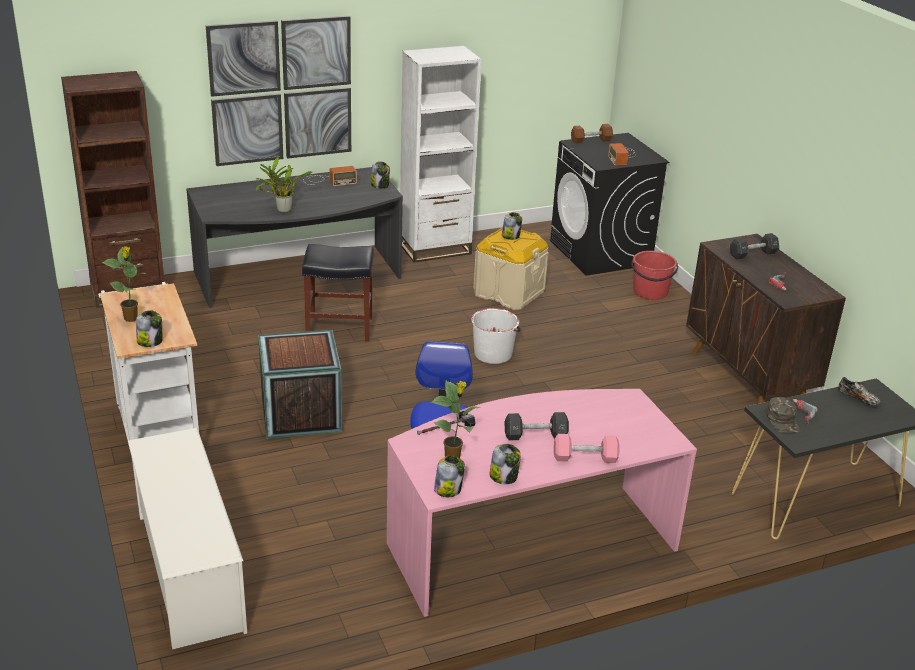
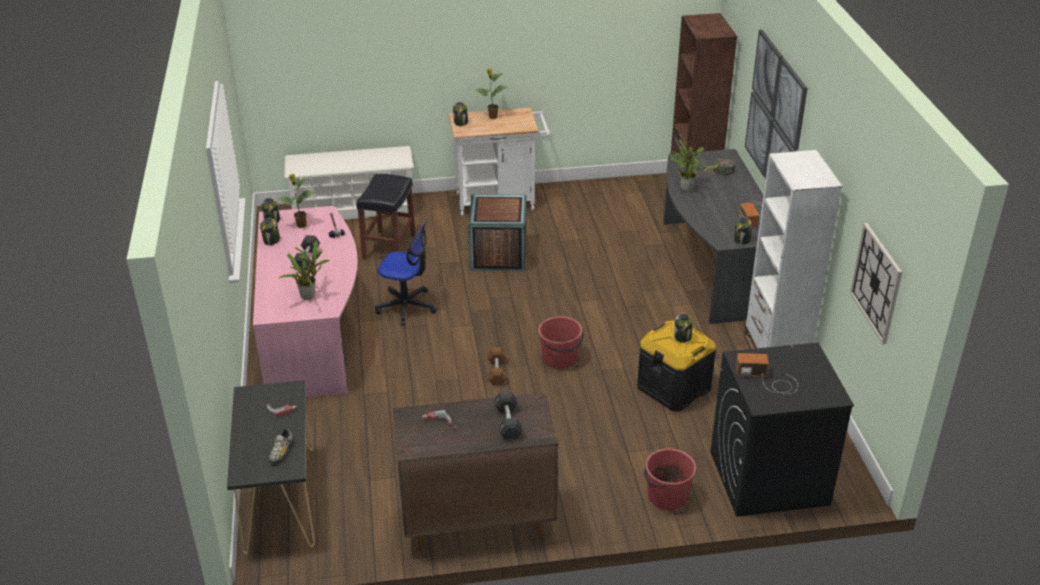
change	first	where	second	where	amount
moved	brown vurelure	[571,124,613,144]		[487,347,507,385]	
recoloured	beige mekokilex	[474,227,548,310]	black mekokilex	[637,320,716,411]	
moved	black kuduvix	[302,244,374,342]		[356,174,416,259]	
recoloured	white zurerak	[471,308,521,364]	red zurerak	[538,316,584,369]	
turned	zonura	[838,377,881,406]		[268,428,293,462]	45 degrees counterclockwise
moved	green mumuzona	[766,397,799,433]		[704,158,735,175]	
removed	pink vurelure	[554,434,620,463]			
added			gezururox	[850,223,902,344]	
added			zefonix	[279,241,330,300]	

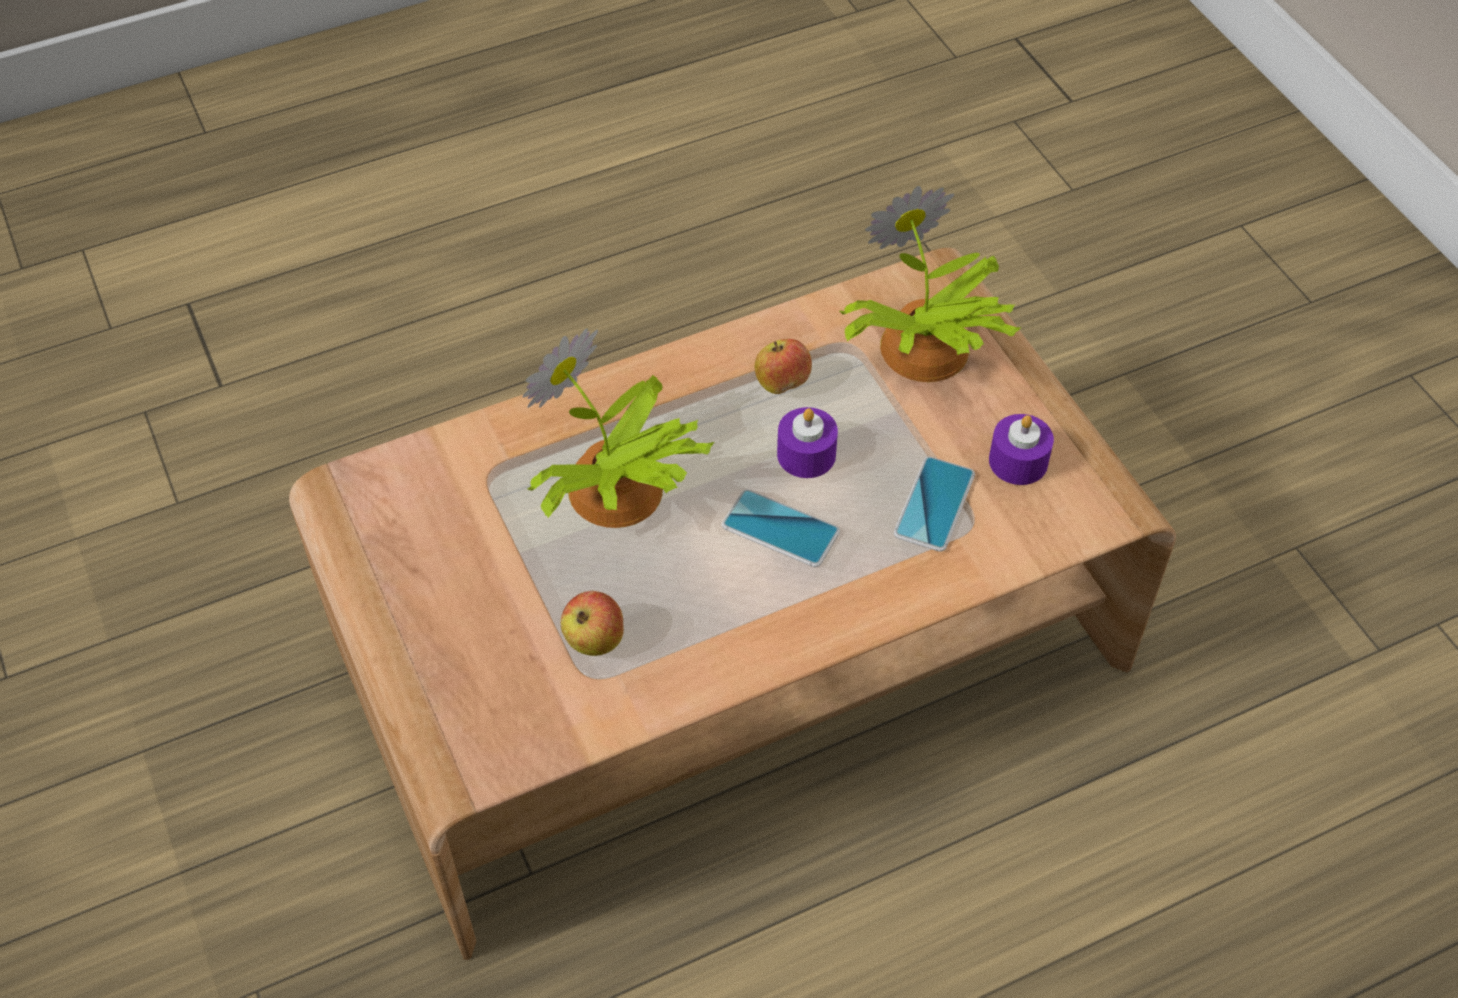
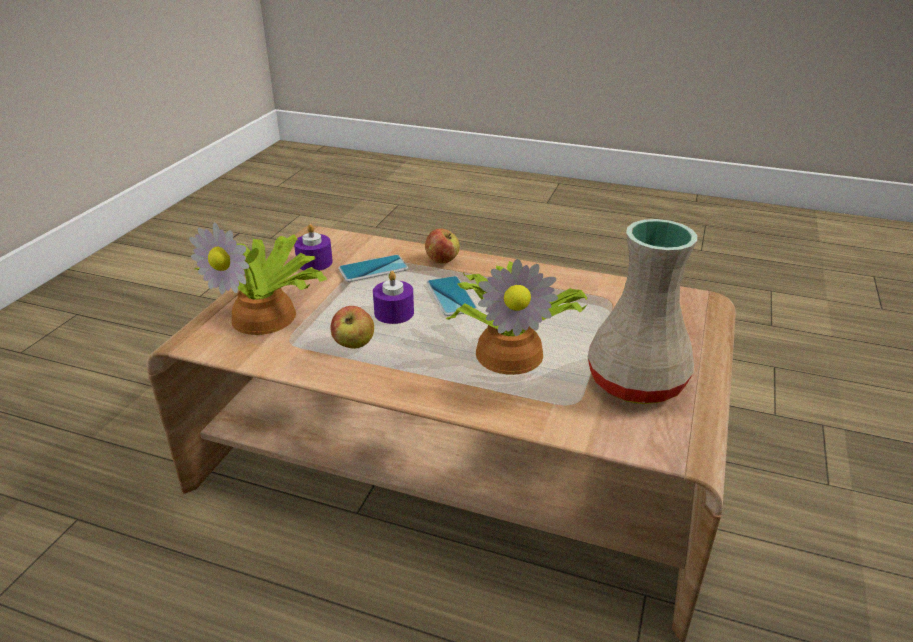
change	first	where	second	where	amount
moved	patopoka	[561,591,624,656]		[425,229,460,263]	
added			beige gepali	[588,219,697,404]	

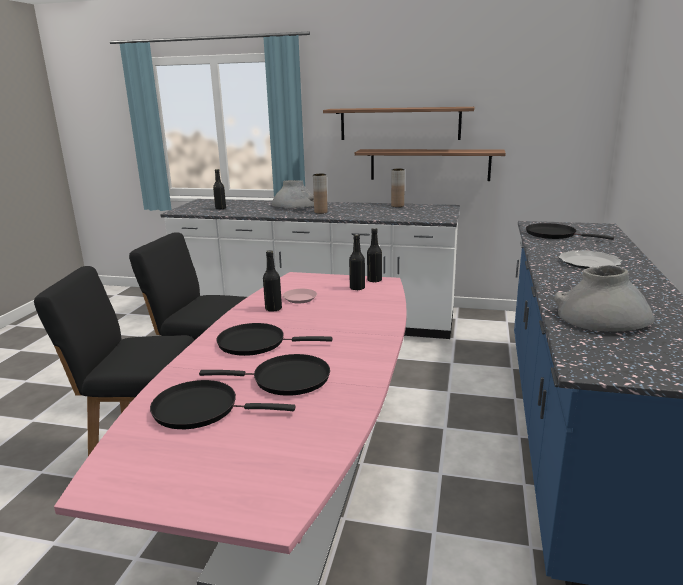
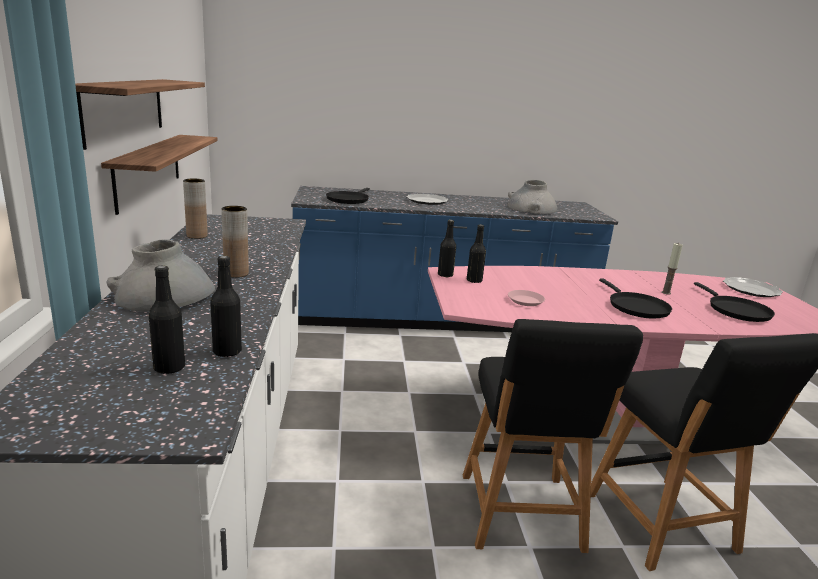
change	first	where	second	where	amount
moved	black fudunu	[263,250,282,312]		[210,256,242,357]	
replaced	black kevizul	[199,354,330,396]	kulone	[662,243,683,295]	
added			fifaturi	[723,277,783,297]	

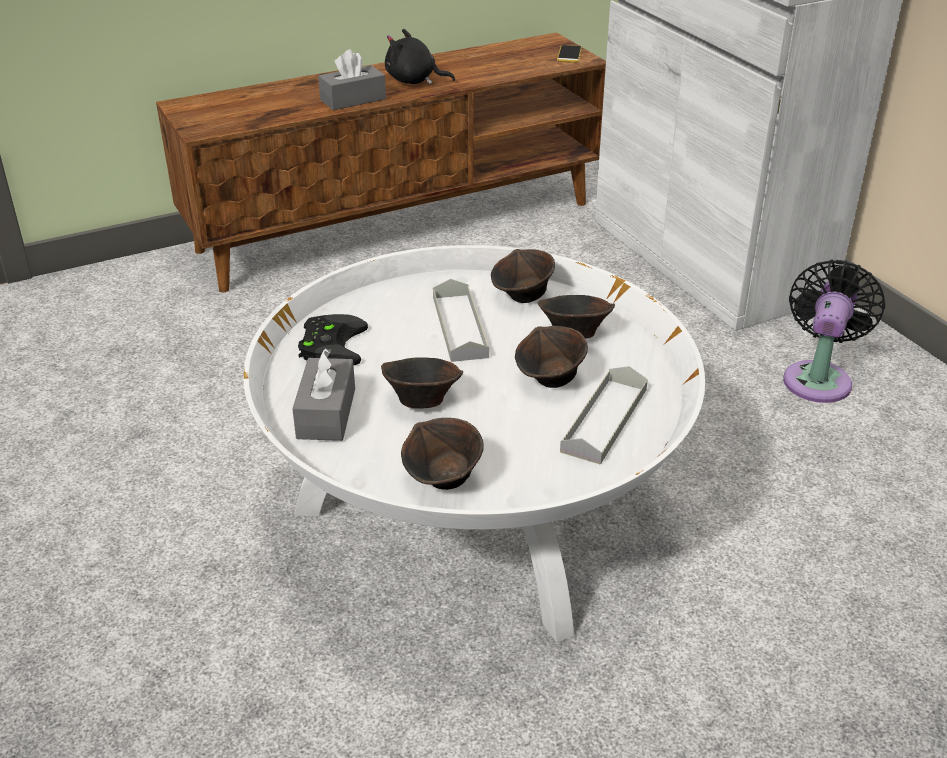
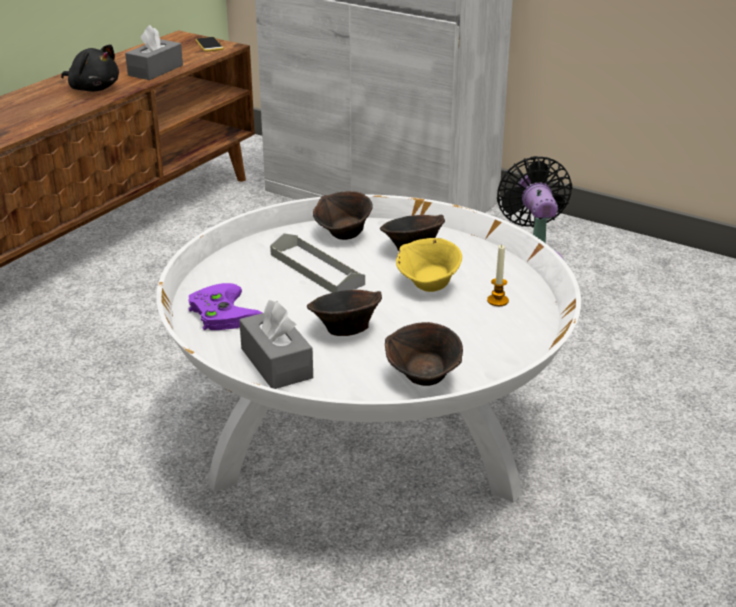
change	first	where	second	where	amount
turned	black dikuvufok	[385,29,455,84]		[61,44,119,92]	135 degrees counterclockwise
moved	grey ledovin	[318,49,386,110]		[125,25,183,80]	
recoloured	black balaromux	[298,314,368,366]	purple balaromux	[188,283,262,331]	
recoloured	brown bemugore	[515,326,588,388]	yellow bemugore	[396,238,462,292]	
replaced	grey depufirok	[560,366,648,465]	kulone	[487,245,509,306]	

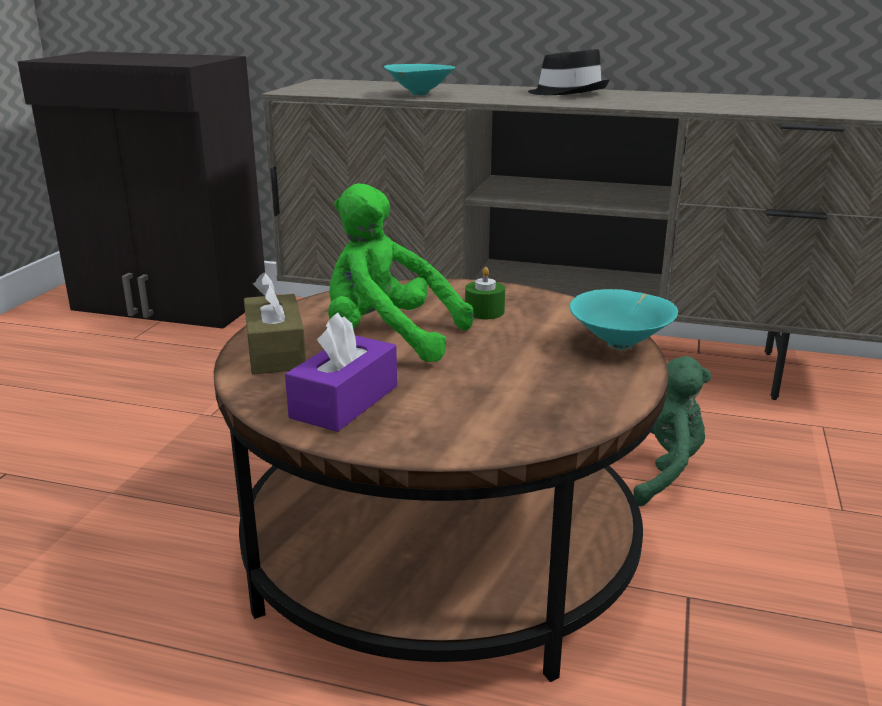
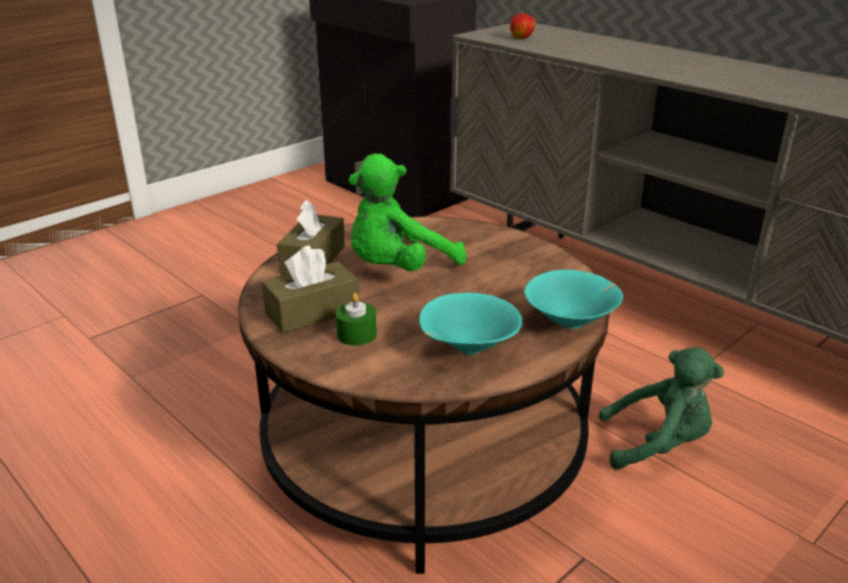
change	first	where	second	where	amount
removed	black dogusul	[528,49,610,95]			
moved	turquoise bemugore	[384,64,455,95]		[419,293,522,355]	
turned	green dikuvufok	[328,183,473,362]		[348,154,467,271]	90 degrees counterclockwise
moved	green kulone	[465,267,505,319]		[336,293,377,346]	
recoloured	purple ledovin	[285,313,397,432]	brown ledovin	[262,245,359,333]	
added			patopoka	[510,13,536,38]	

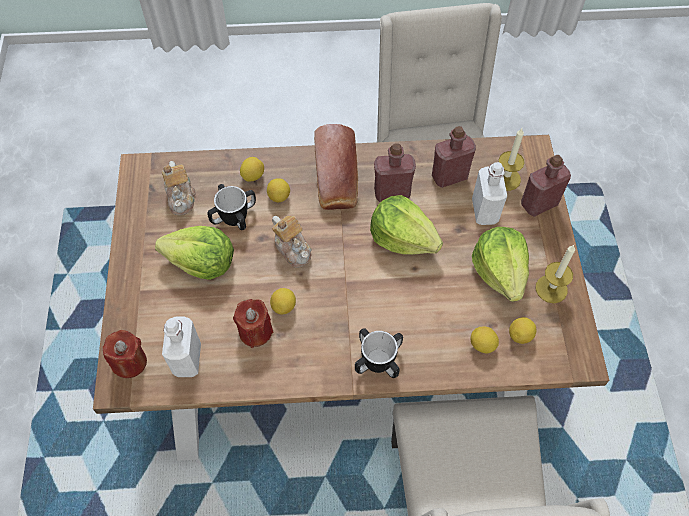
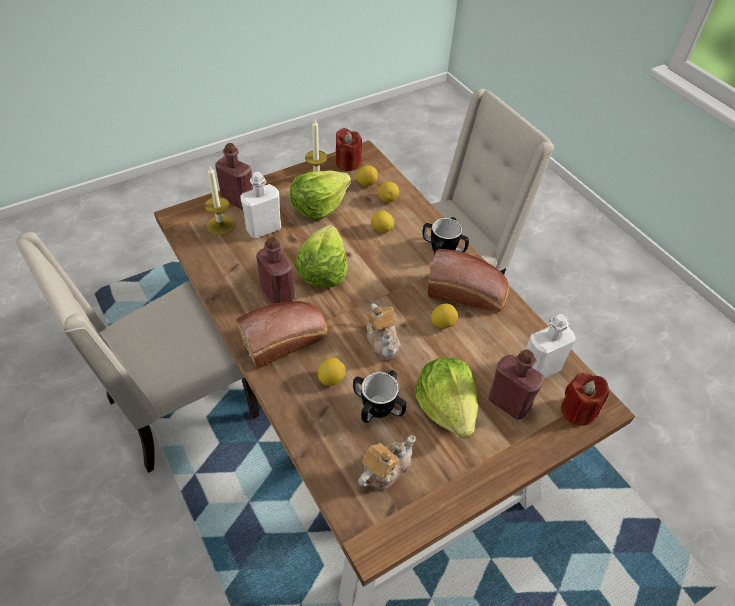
change	first	where	second	where	amount
moved	red fudunu	[432,126,476,188]		[489,349,545,420]	
moved	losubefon	[240,157,264,181]		[371,210,394,233]	
turned	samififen	[272,216,312,268]		[367,304,401,361]	135 degrees clockwise
moved	red kulone	[233,299,273,348]		[336,128,362,171]	
added			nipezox	[428,249,509,312]	

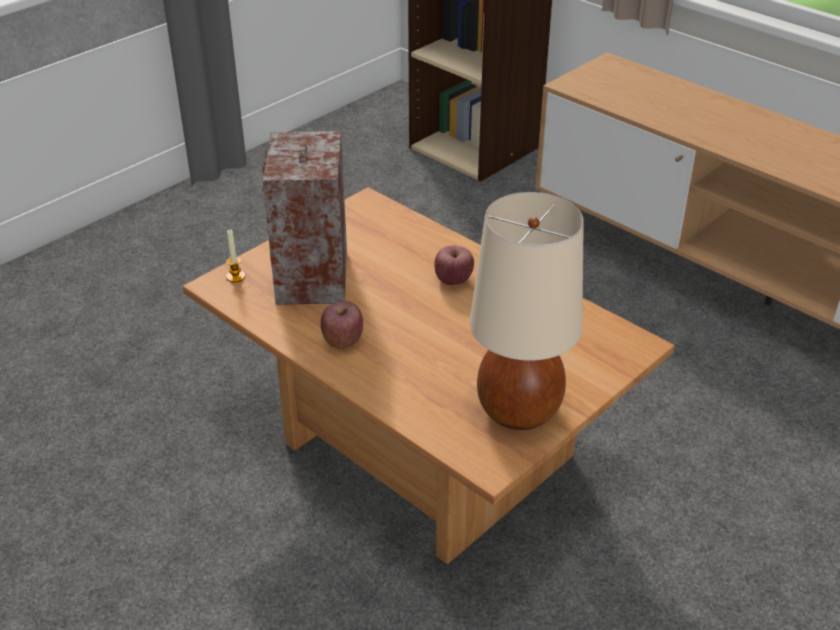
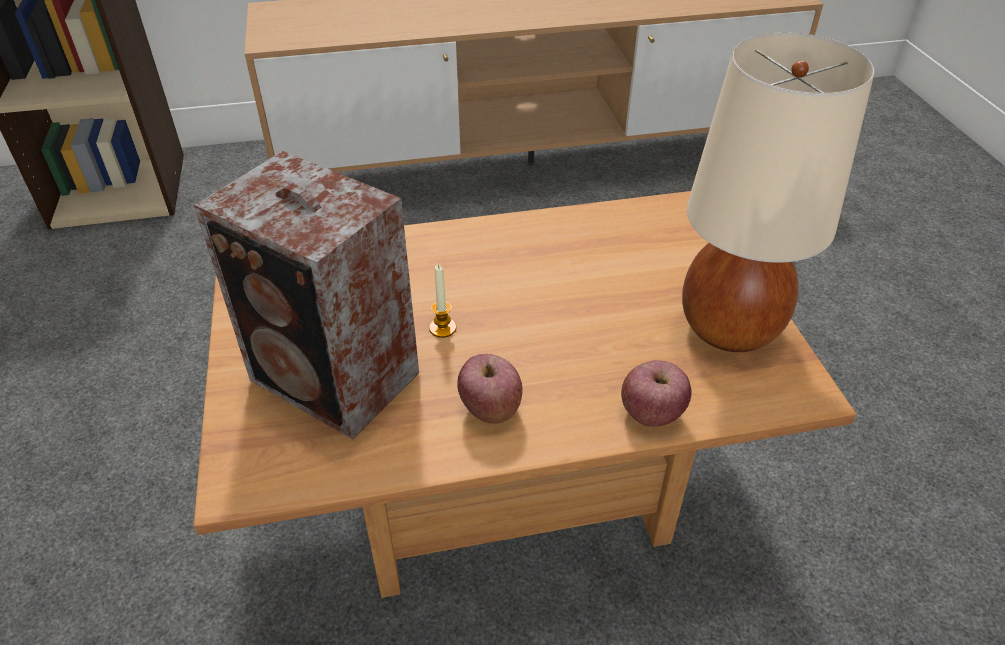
change	first	where	second	where	amount
moved	kulone	[226,229,245,283]		[429,265,456,338]	
moved	patopoka	[434,245,474,285]		[621,360,692,427]	

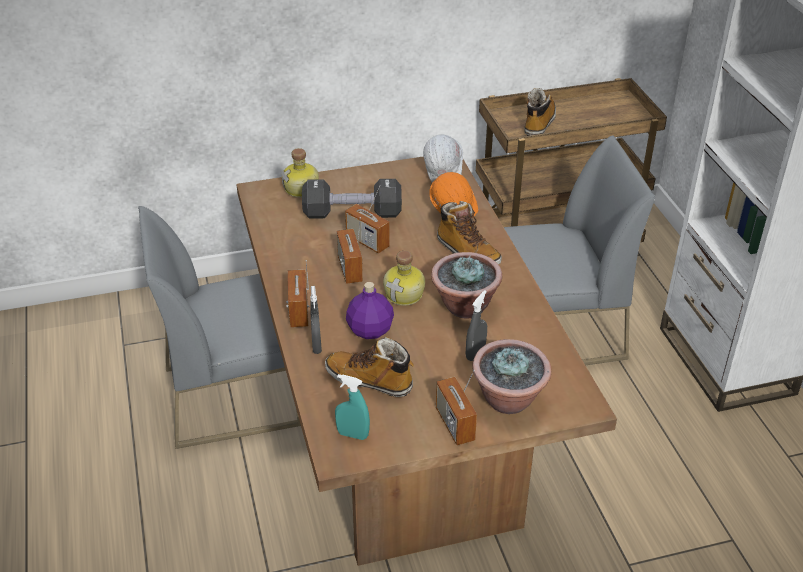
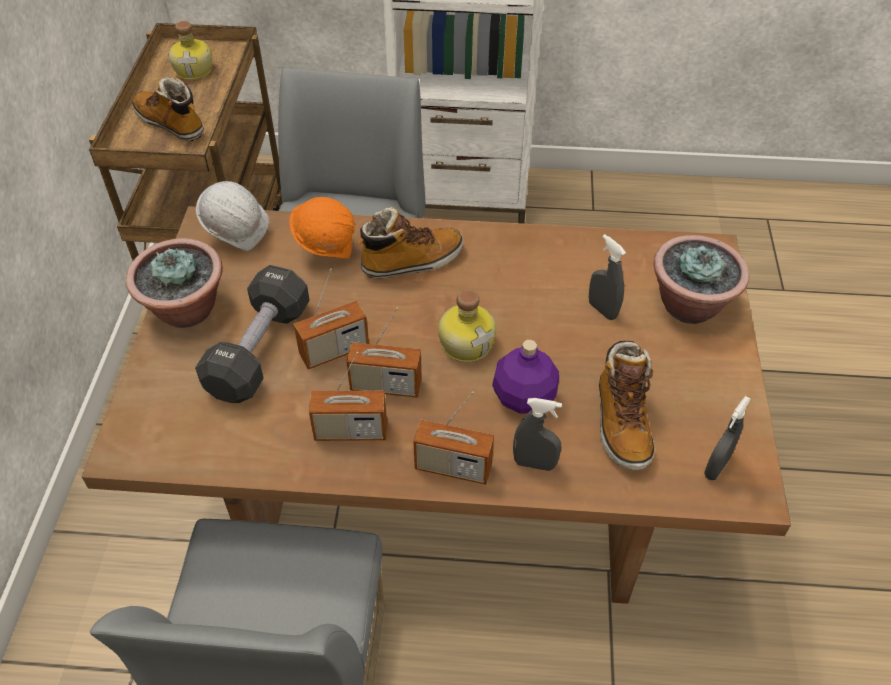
change	first	where	second	where	amount
moved	fudunu	[281,148,319,198]		[169,21,212,80]	
moved	zefonix	[431,252,502,319]		[126,238,223,328]	
turned	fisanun	[325,337,414,397]		[599,341,655,470]	45 degrees counterclockwise
moved	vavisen	[436,370,477,445]		[309,352,387,441]	
recoloured	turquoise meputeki	[335,374,370,440]	grey meputeki	[704,396,751,480]	

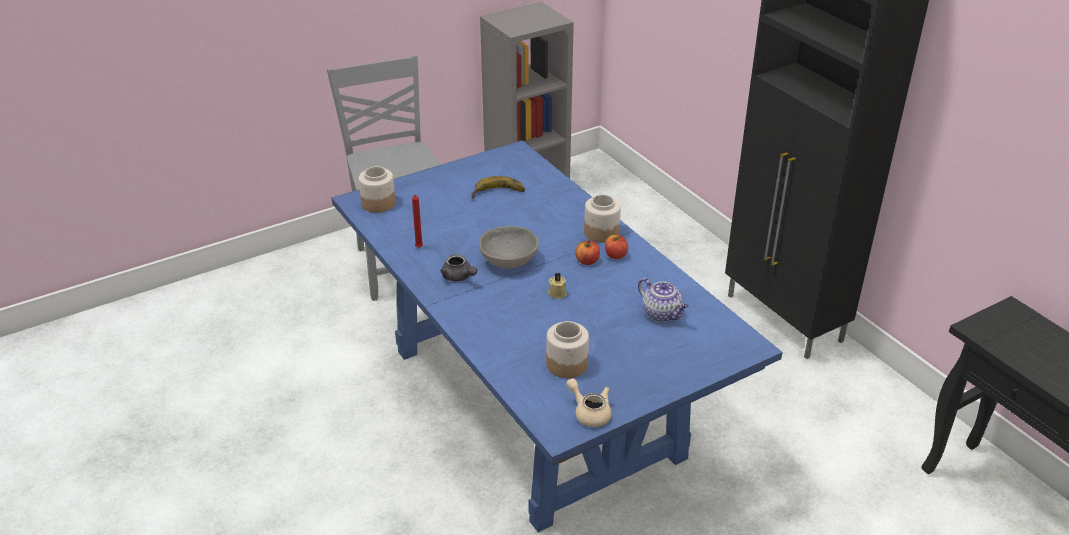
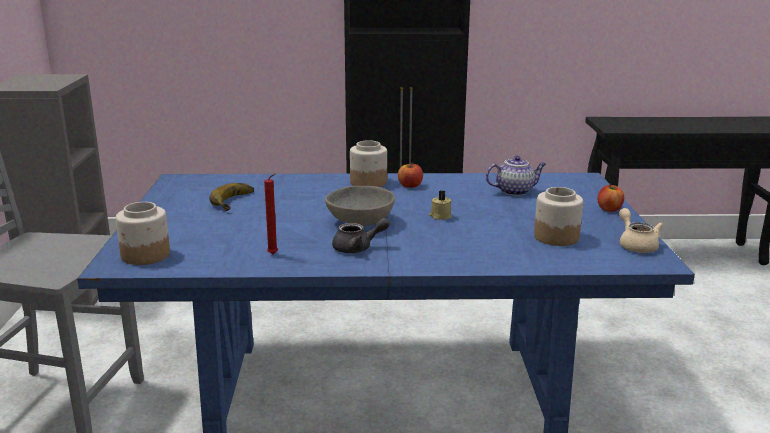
change	first	where	second	where	amount
moved	patopoka	[575,240,600,265]		[597,183,624,212]	
turned	beige samififen	[566,378,612,427]		[619,208,663,253]	90 degrees clockwise

